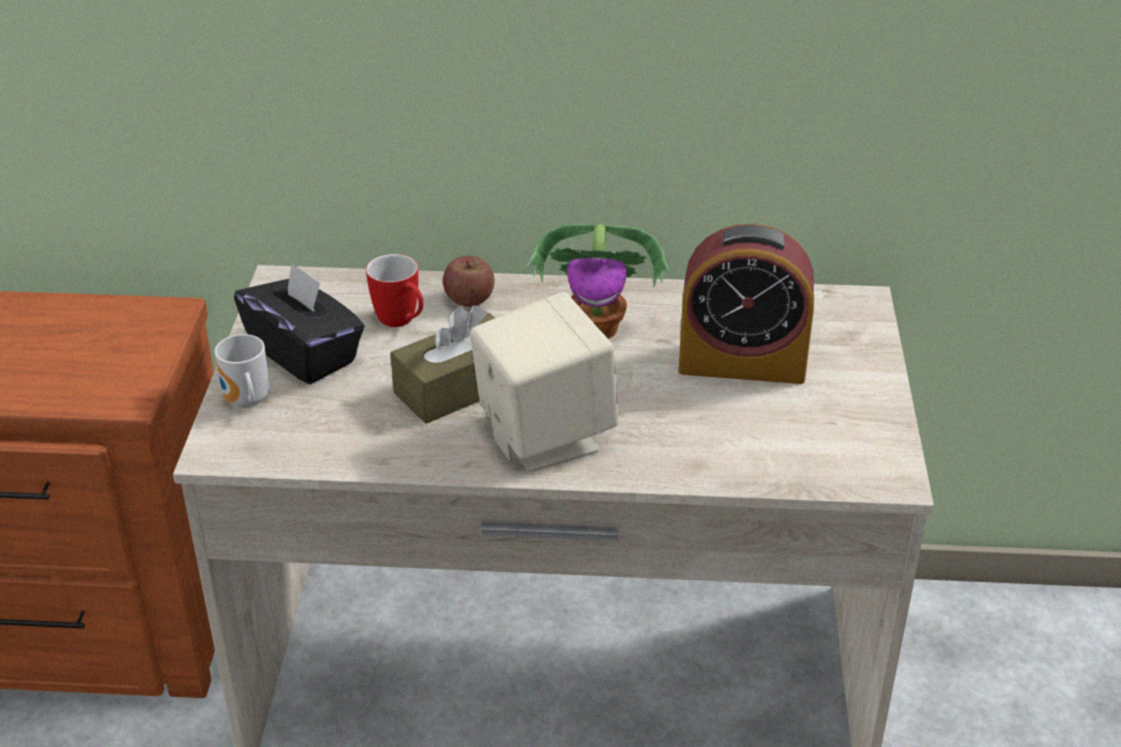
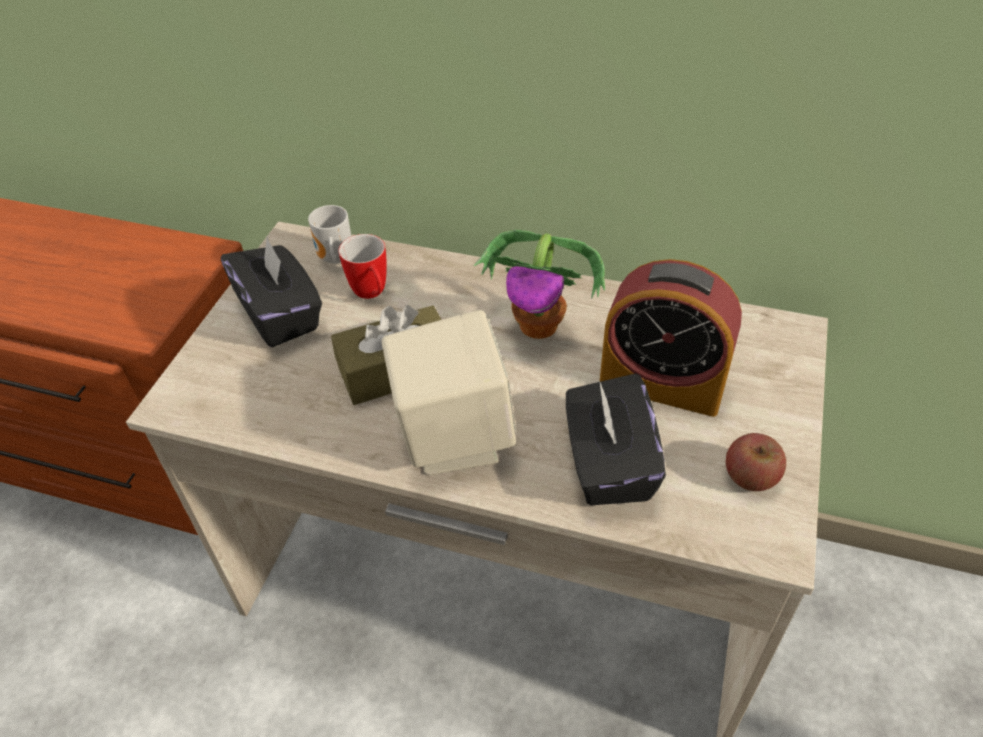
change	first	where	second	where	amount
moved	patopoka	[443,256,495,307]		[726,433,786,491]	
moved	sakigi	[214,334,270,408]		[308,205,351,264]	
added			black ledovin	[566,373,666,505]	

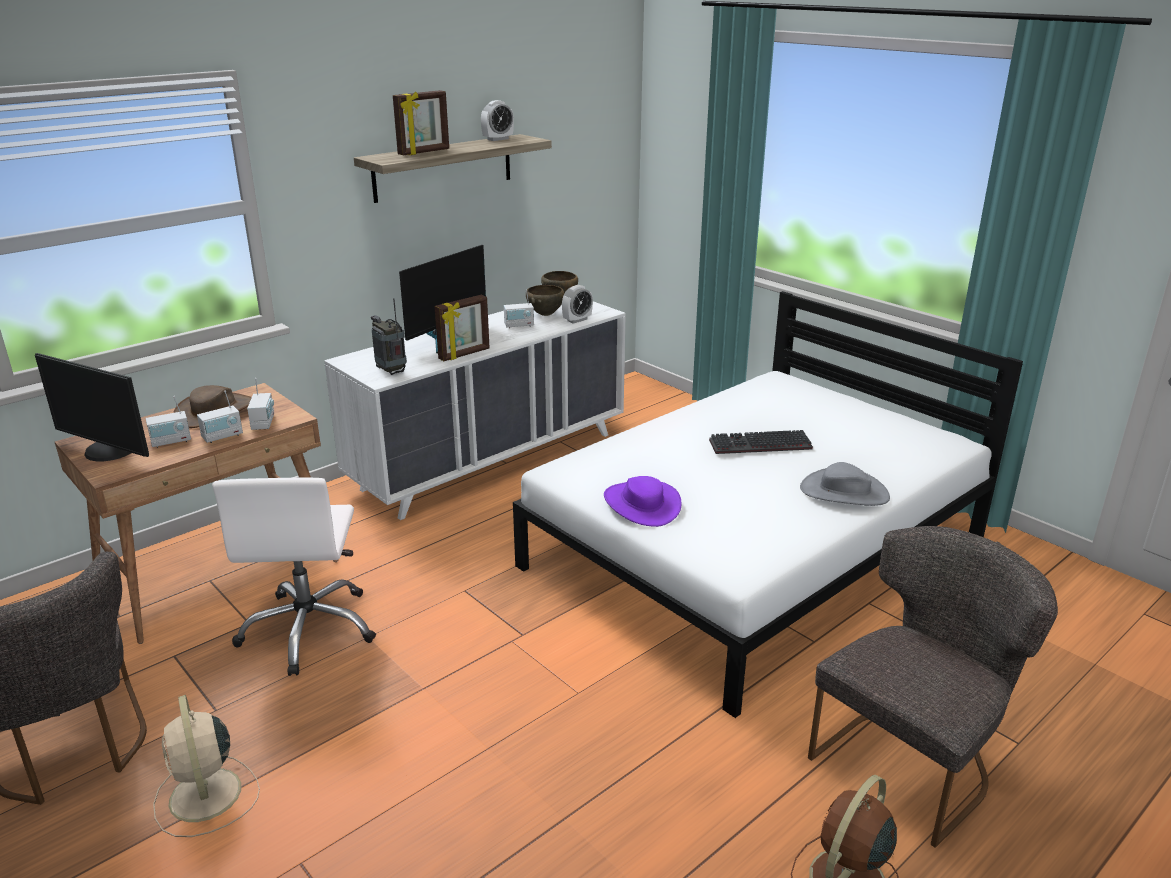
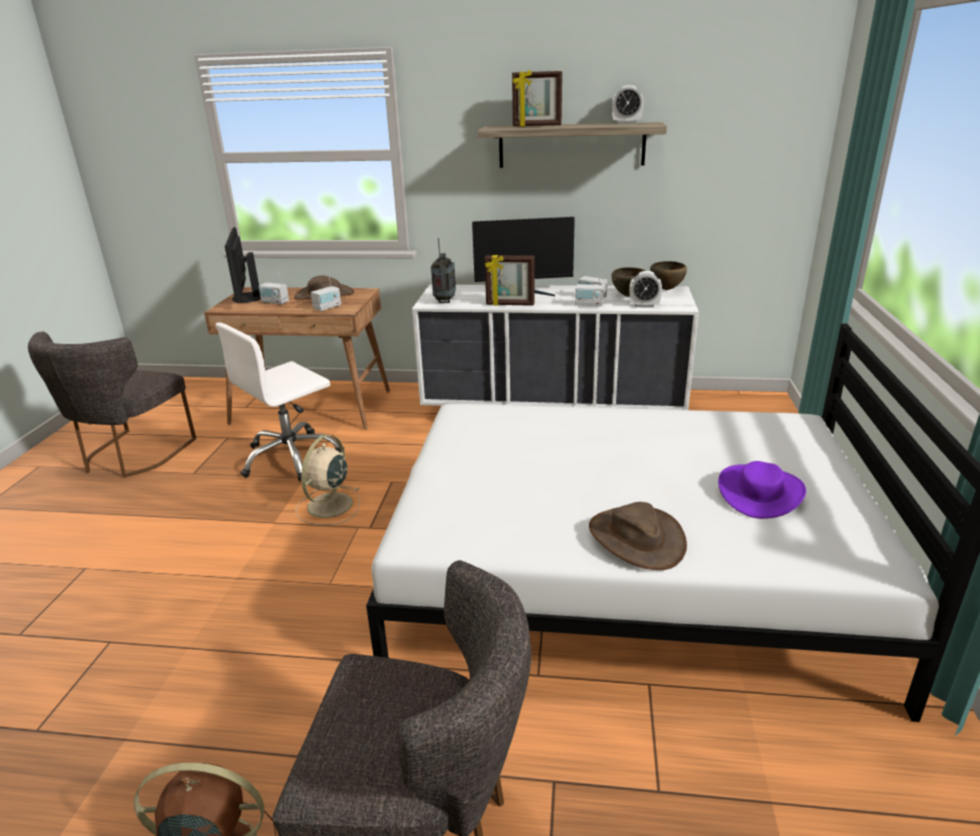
change	first	where	second	where	amount
moved	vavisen	[197,390,243,443]		[575,271,604,307]	
removed	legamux	[709,430,813,454]			
recoloured	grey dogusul	[800,462,890,506]	brown dogusul	[589,502,687,570]	
moved	purple dogusul	[604,476,682,527]		[718,461,806,519]	
moved	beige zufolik	[153,695,260,837]		[296,435,360,525]	

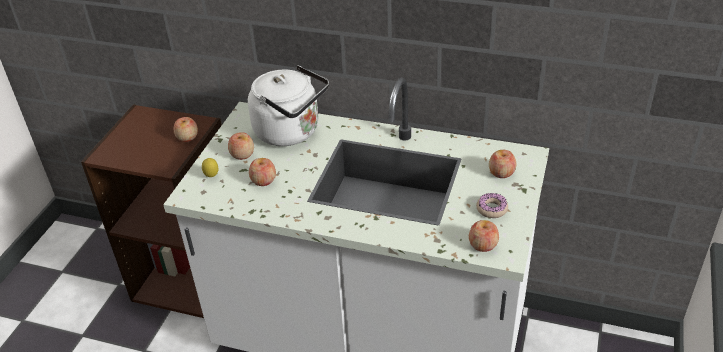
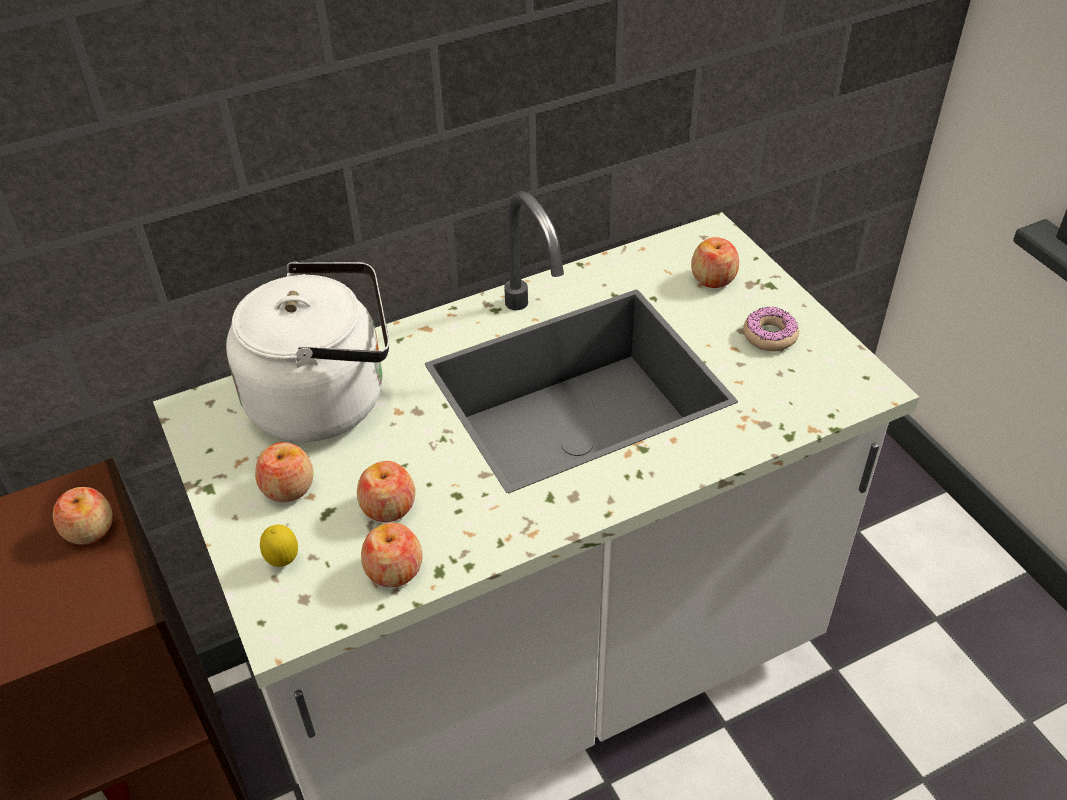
change	first	where	second	where	amount
moved	patopoka	[469,220,499,252]		[361,523,423,587]	

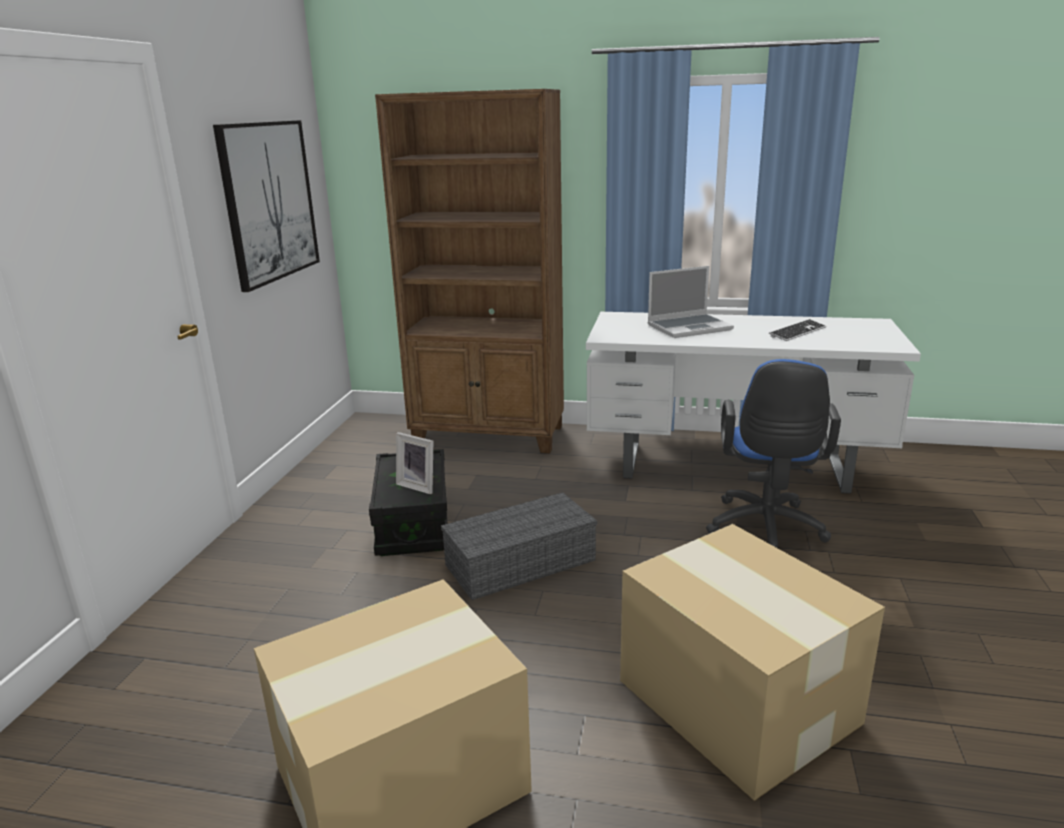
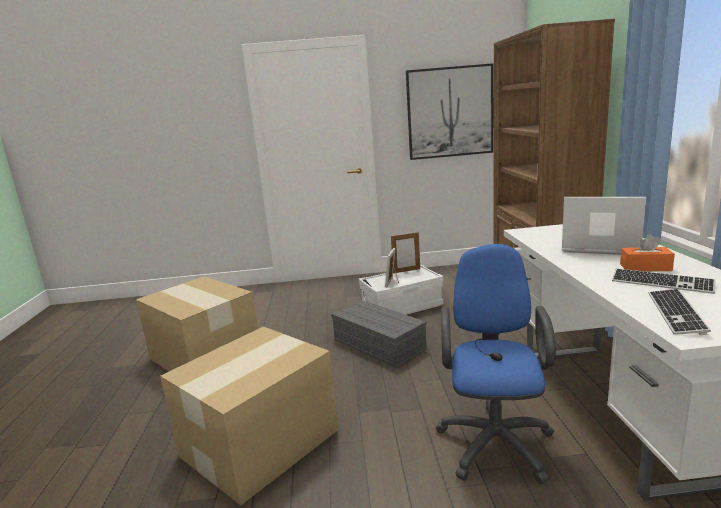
change	first	where	second	where	amount
turned	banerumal	[647,266,734,338]		[562,197,646,255]	150 degrees clockwise
turned	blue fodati	[706,359,841,548]		[436,244,556,484]	105 degrees clockwise
recoloured	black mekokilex	[369,449,447,556]	white mekokilex	[359,265,443,315]	
added			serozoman	[391,232,420,273]	
added			orange ledovin	[620,234,675,271]	
added			legamux	[648,289,711,335]	

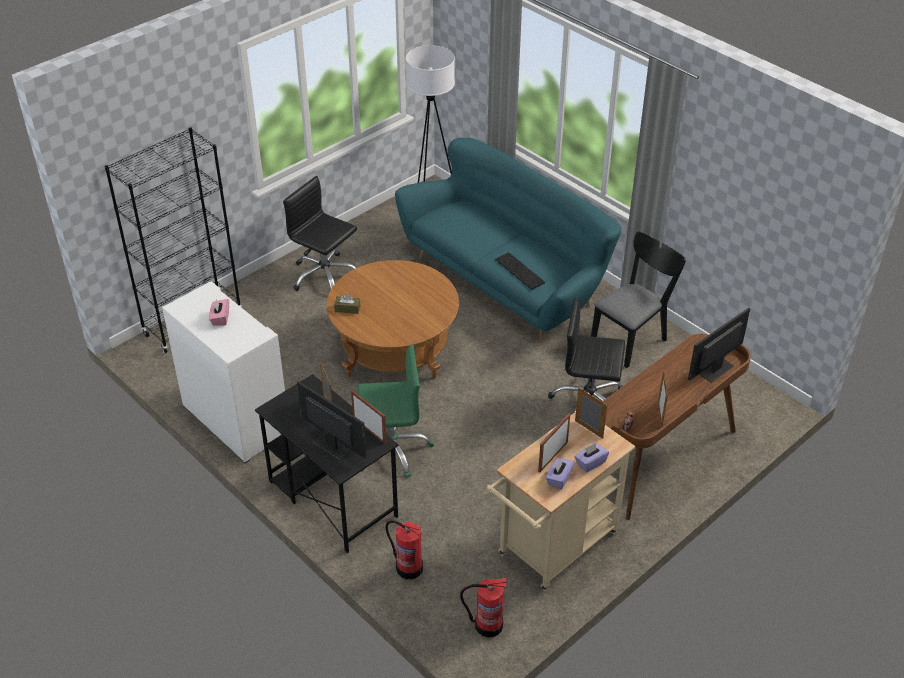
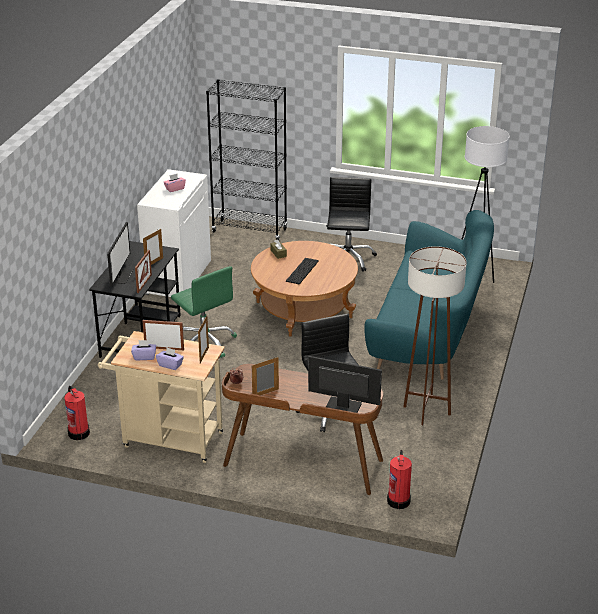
change	first	where	second	where	amount
replaced	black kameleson	[591,231,686,368]	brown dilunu	[403,246,467,425]	
moved	legamux	[495,252,545,290]		[286,258,319,285]	
moved	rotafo	[385,520,423,579]		[387,450,412,509]	

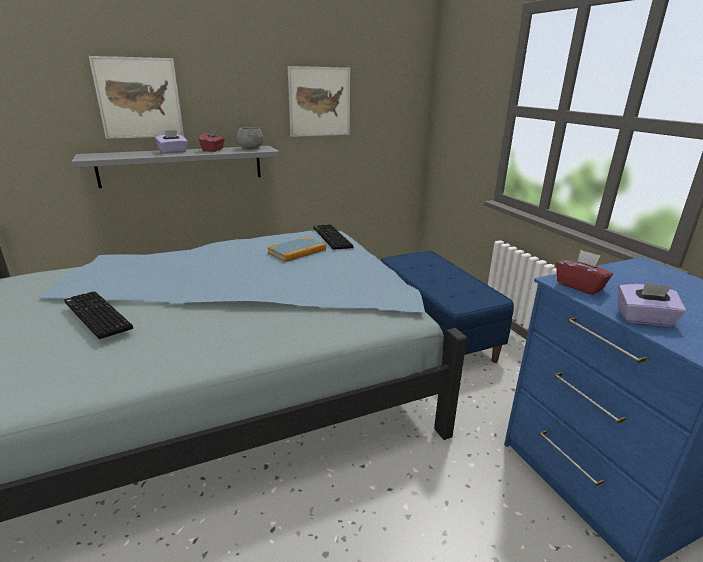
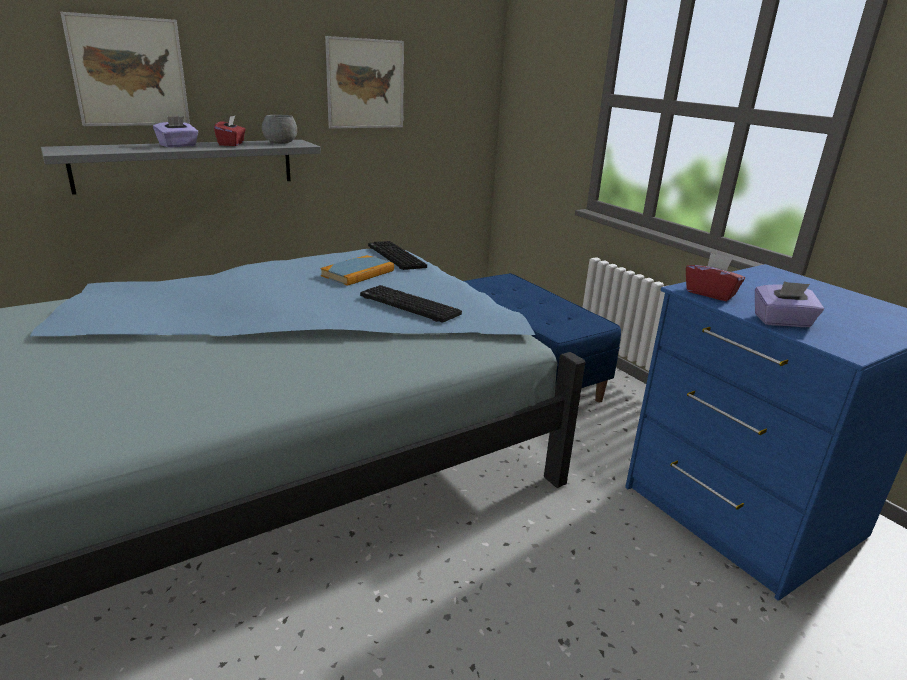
change	first	where	second	where	amount
moved	legamux	[64,291,133,339]		[360,285,462,323]	

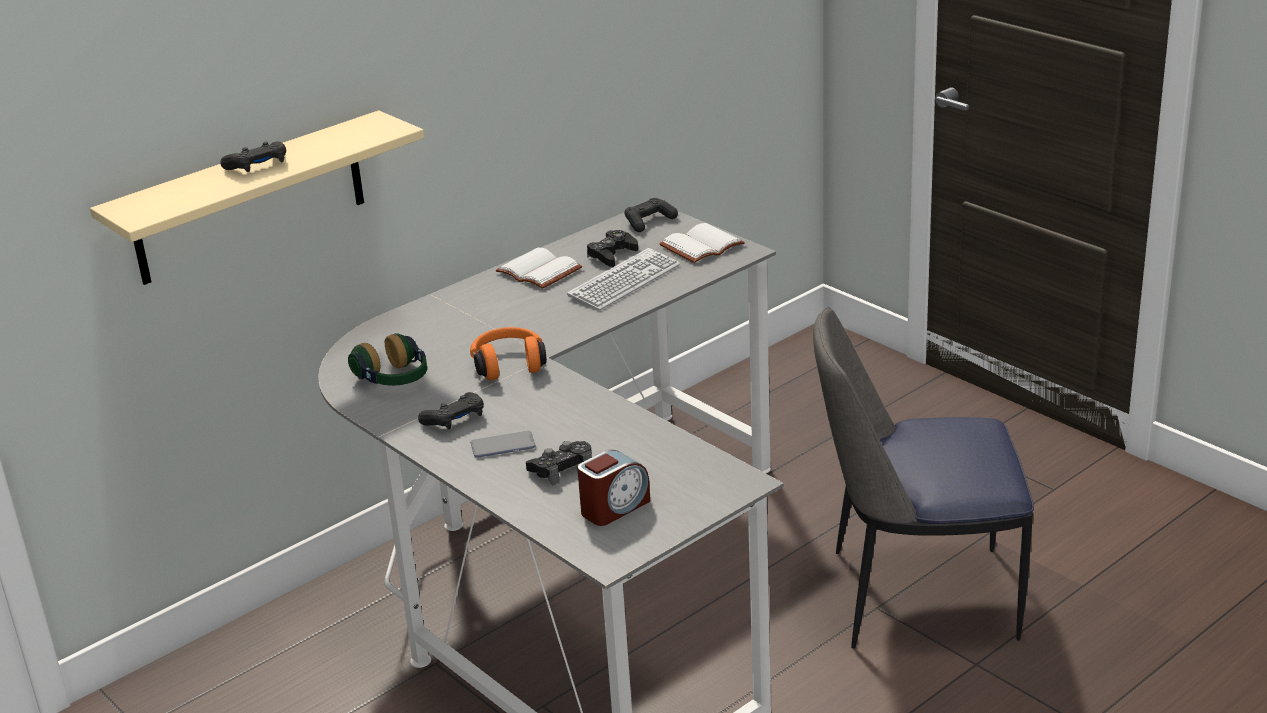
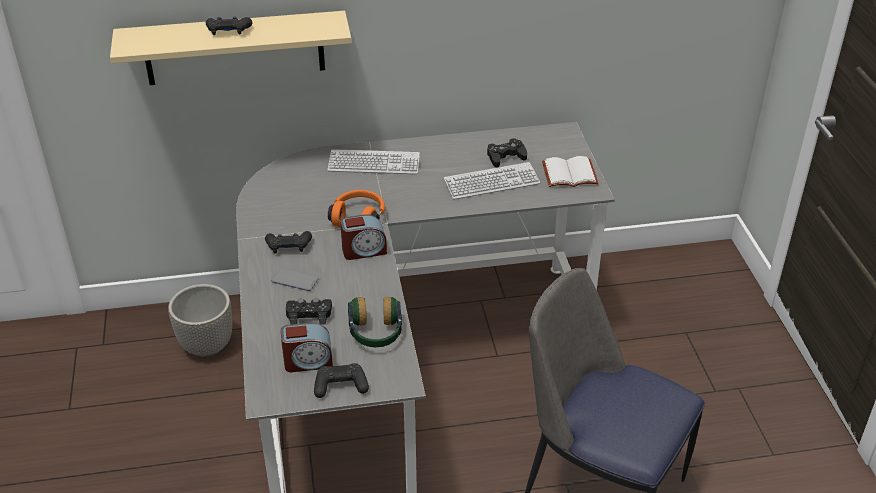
change	first	where	second	where	amount
moved	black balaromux	[624,198,678,232]		[314,363,369,398]	
removed	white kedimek	[496,248,582,289]			
moved	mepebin	[348,333,427,386]		[348,297,402,347]	
added			legamux	[328,149,420,174]	
added			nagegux	[340,214,387,260]	
added			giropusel	[168,284,232,357]	

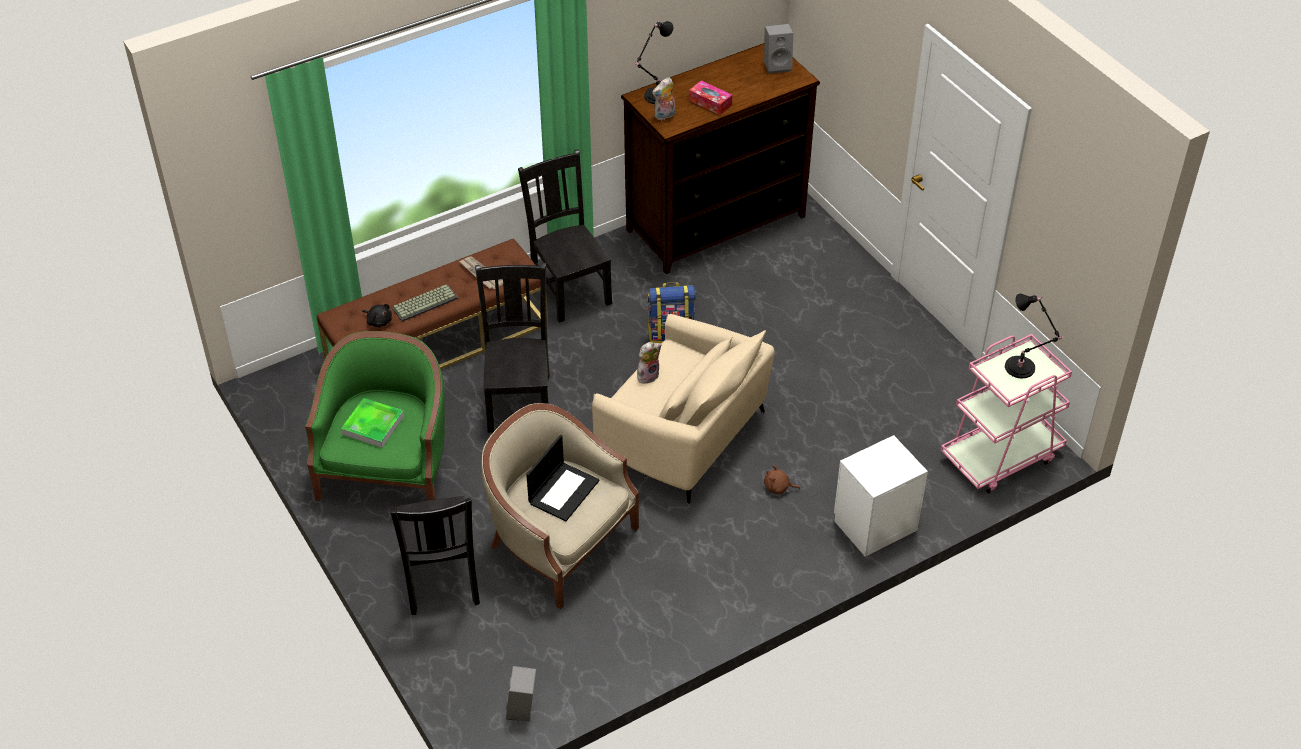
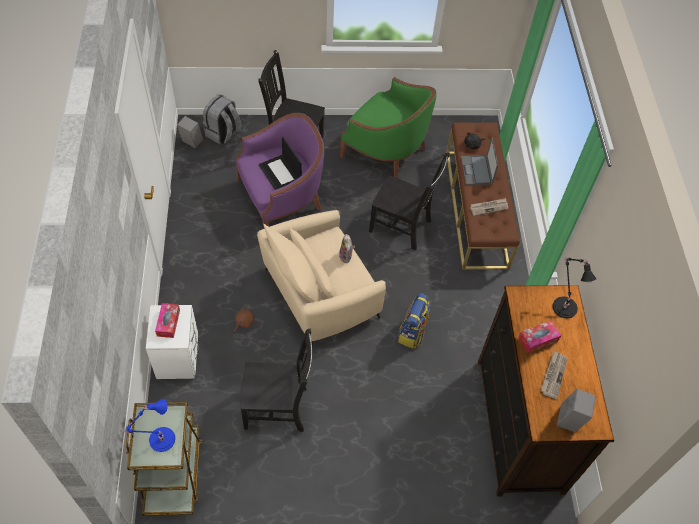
change	first	where	second	where	amount
removed	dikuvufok	[652,77,675,120]			
moved	black kameleson	[518,149,612,323]		[240,328,312,432]	
replaced	legamux	[392,284,458,322]	banerumal	[461,137,498,185]	
recoloured	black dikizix	[1005,294,1062,378]	blue dikizix	[124,399,175,452]	
recoloured	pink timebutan	[941,334,1072,493]	brown timebutan	[126,402,202,516]	
removed	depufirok	[341,398,404,448]			
recoloured	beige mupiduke	[482,403,639,609]	purple mupiduke	[235,113,324,229]	
added			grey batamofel	[203,94,242,145]	
added			ledovin	[155,303,180,338]	
added			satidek	[541,351,568,399]	

